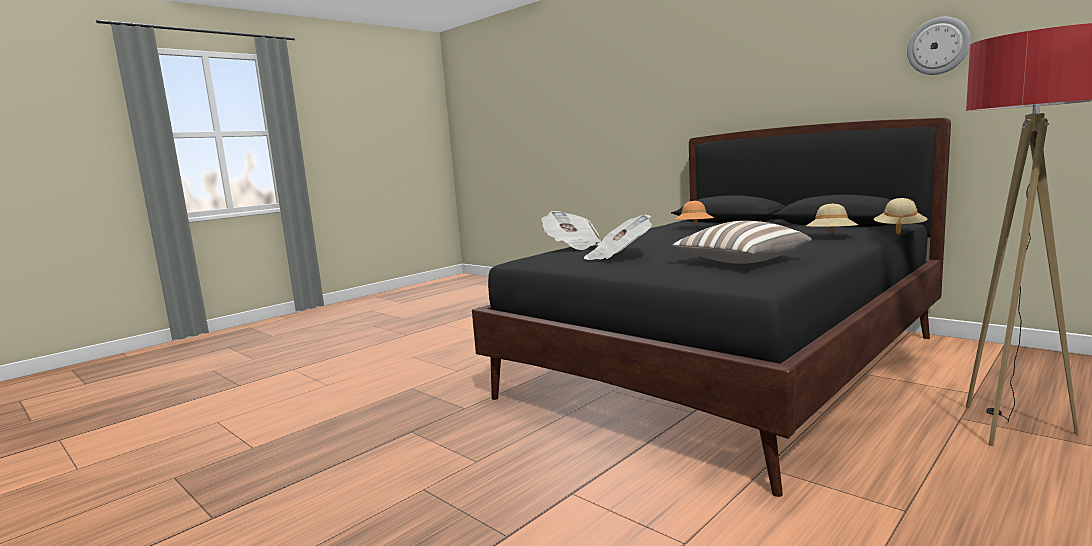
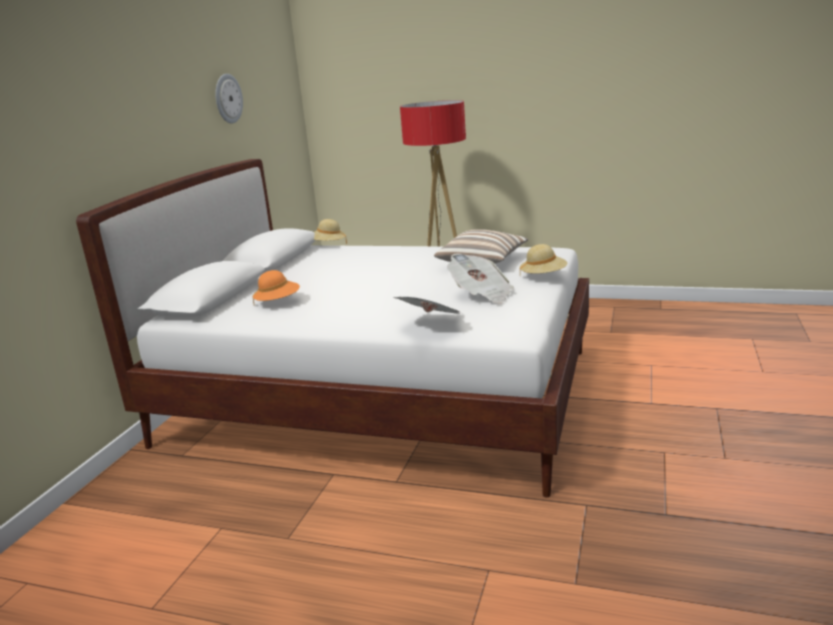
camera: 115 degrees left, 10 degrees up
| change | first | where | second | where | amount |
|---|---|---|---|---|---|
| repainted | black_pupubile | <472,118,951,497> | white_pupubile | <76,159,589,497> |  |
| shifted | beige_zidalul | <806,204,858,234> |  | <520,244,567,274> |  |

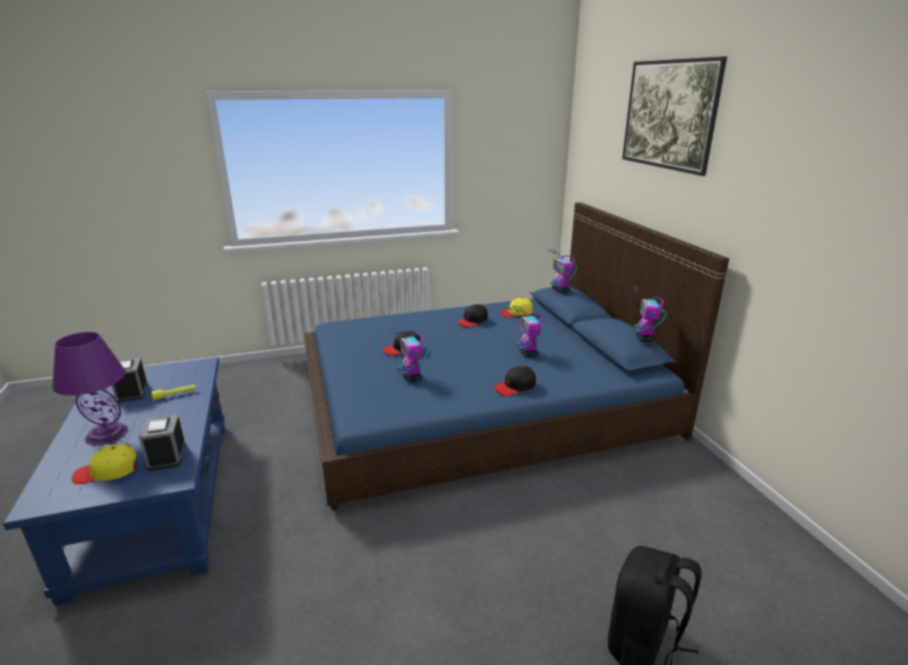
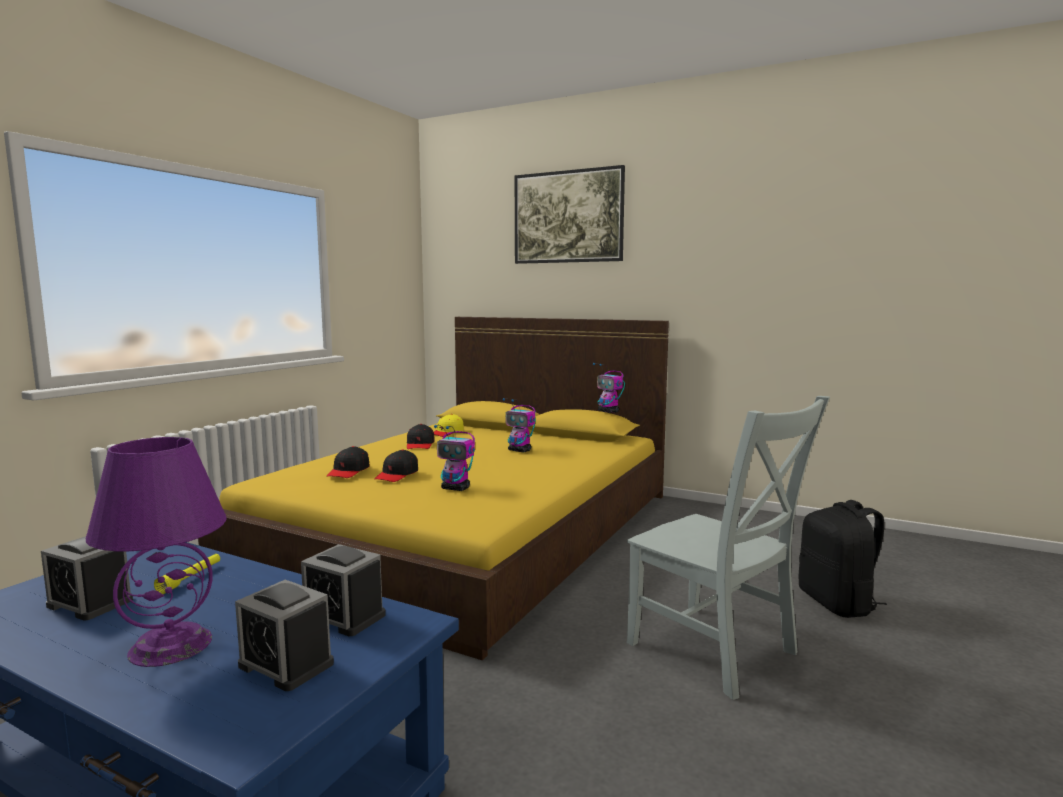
camera: 45 degrees left, 15 degrees down
| change | first | where | second | where | amount |
|---|---|---|---|---|---|
| repainted | blue_pupubile | <303,202,729,510> | yellow_pupubile | <198,317,669,660> |  |
| gone | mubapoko | <549,249,577,293> |  |  |  |
| shifted | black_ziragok | <494,366,536,396> |  | <327,446,370,478> |  |
| swapped | yellow_ziragok | <72,444,138,484> | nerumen | <235,580,334,691> |  |
| new |  |  | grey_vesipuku | <627,396,830,700> |  |

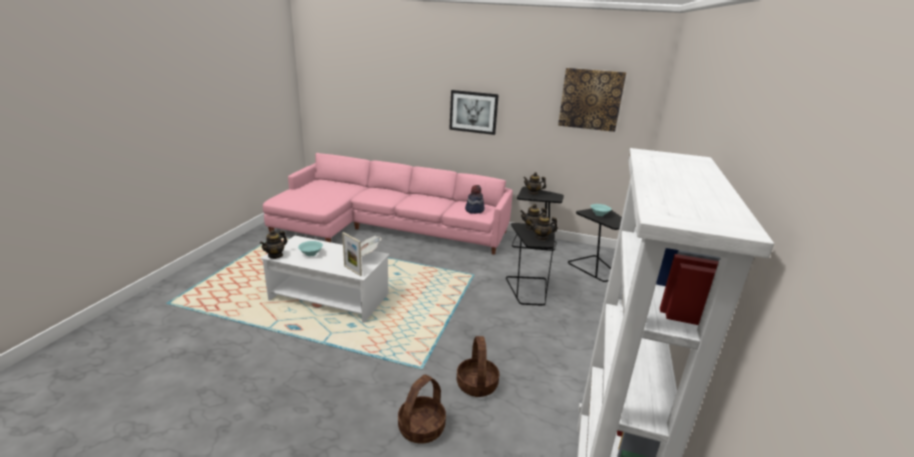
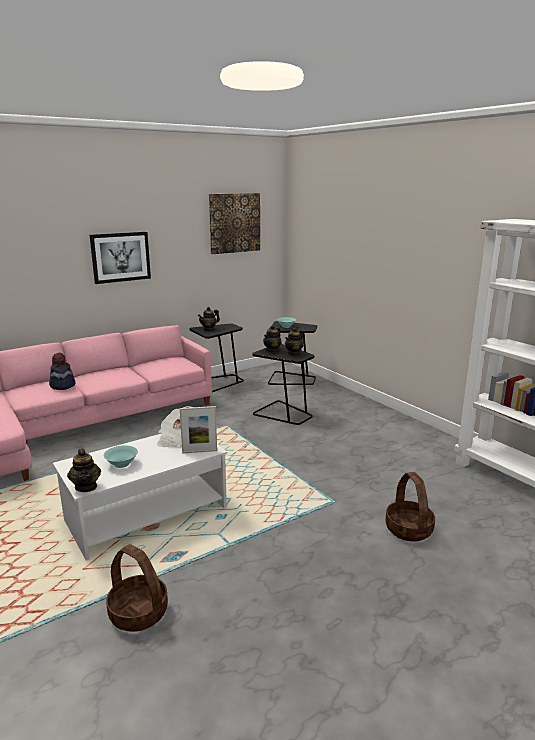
camera: 50 degrees left, 5 degrees down
| change | first | where | second | where | amount |
|---|---|---|---|---|---|
| shifted | zidalul | <465,185,484,214> |  | <49,353,76,390> |  |
| shifted | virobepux | <457,336,499,397> |  | <106,544,168,632> |  |

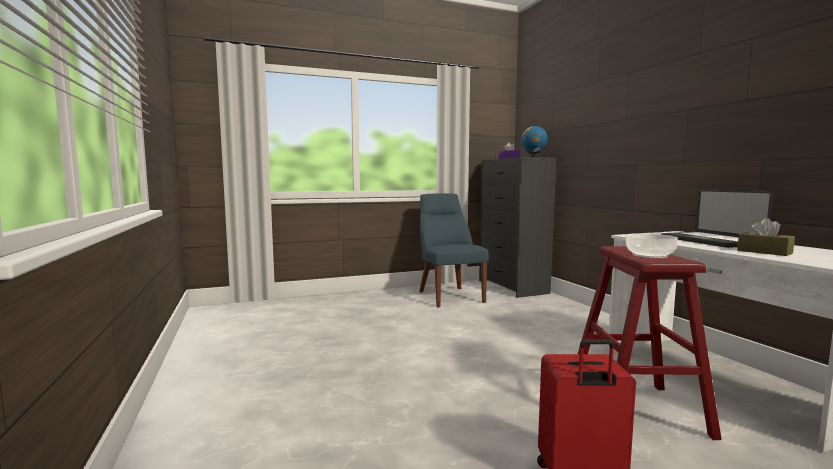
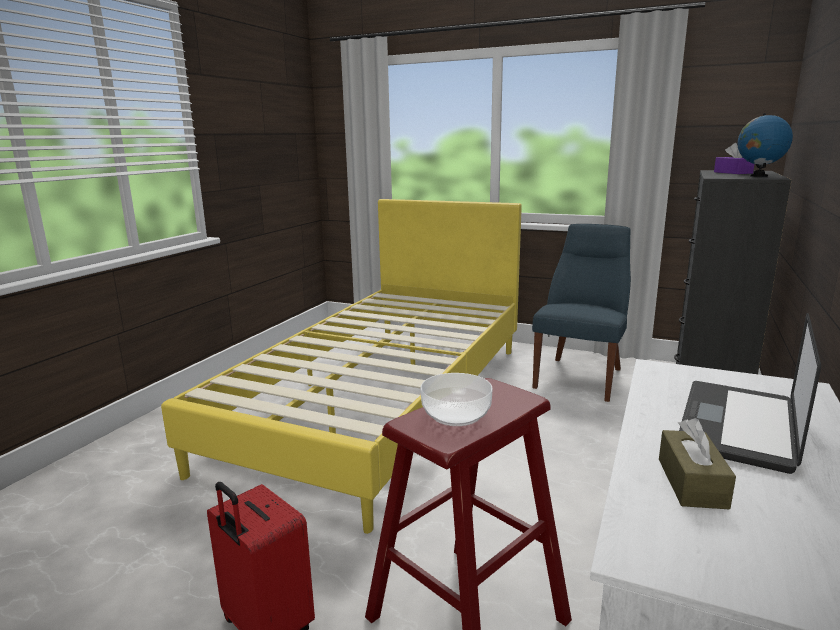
camera: 45 degrees right, 10 degrees up
| change | first | where | second | where | amount |
|---|---|---|---|---|---|
| new |  |  | yellow_pupubile | <161,199,522,534> |  |

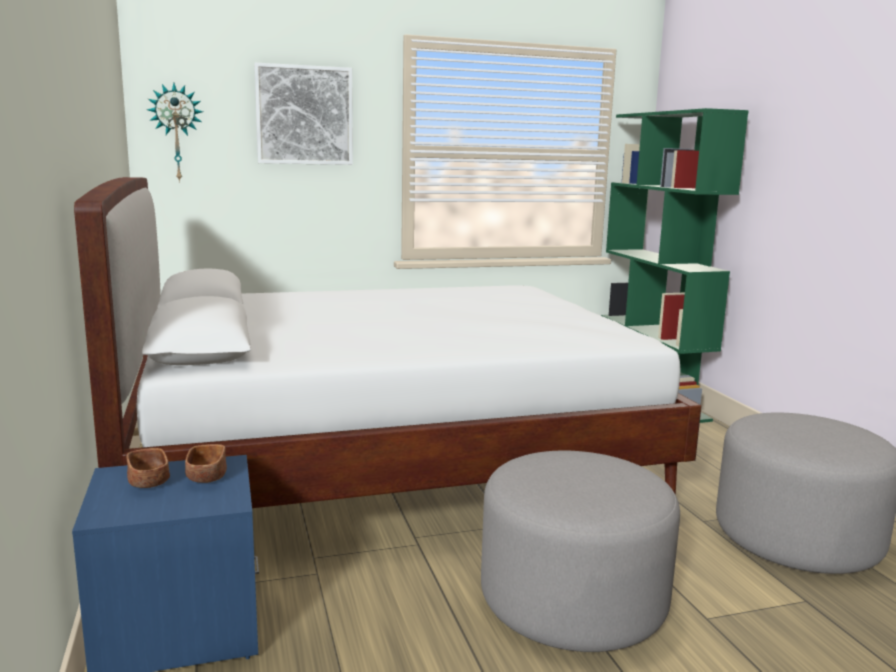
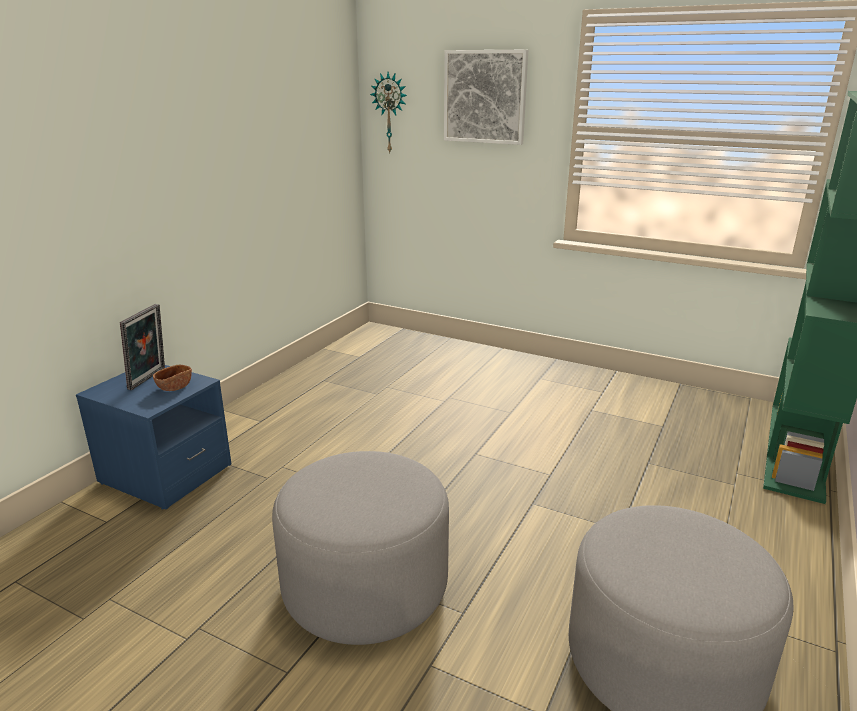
camera: 45 degrees right, 10 degrees up
| change | first | where | second | where | amount |
|---|---|---|---|---|---|
| gone | white_pupubile | <74,177,702,508> |  |  |  |
| swapped | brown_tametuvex | <126,448,170,488> | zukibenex | <120,304,165,390> |  |

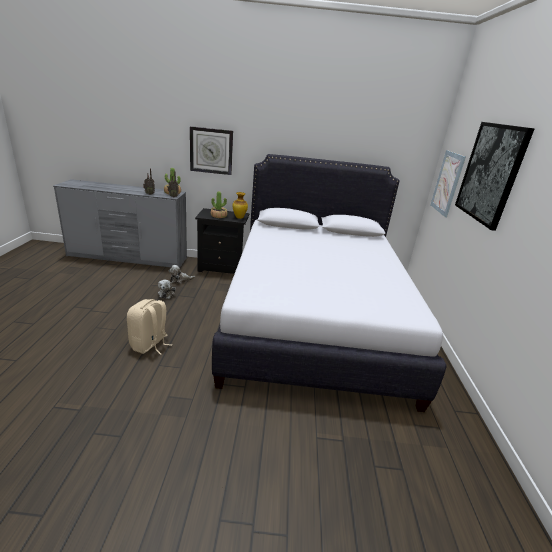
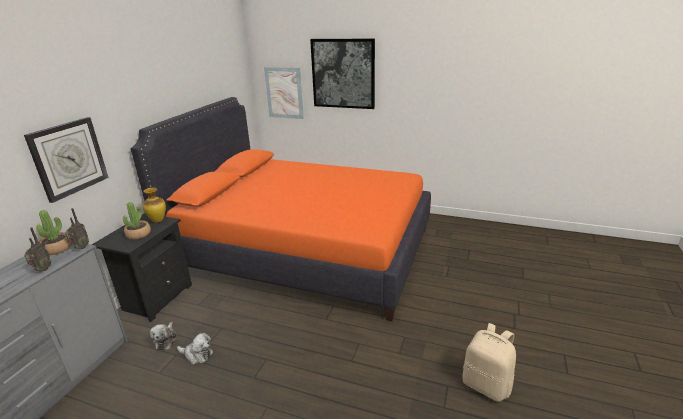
camera: 70 degrees left, 0 degrees up
| change | first | where | second | where | amount |
|---|---|---|---|---|---|
| repainted | white_pupubile | <212,154,447,412> | orange_pupubile | <131,97,431,321> |  |
| shifted | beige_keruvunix | <127,299,172,355> |  | <463,323,516,402> |  |

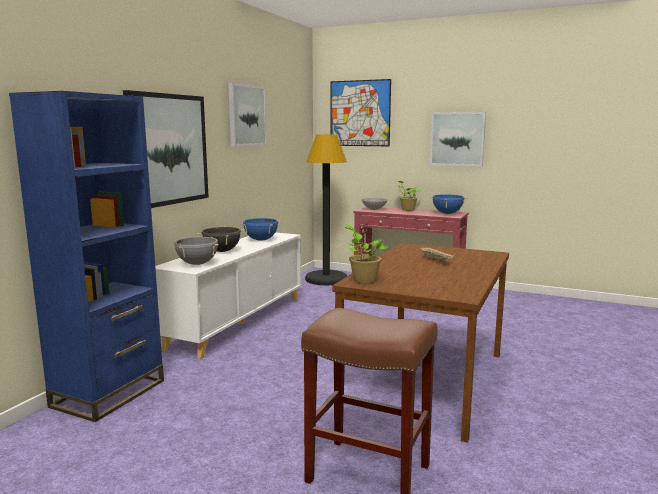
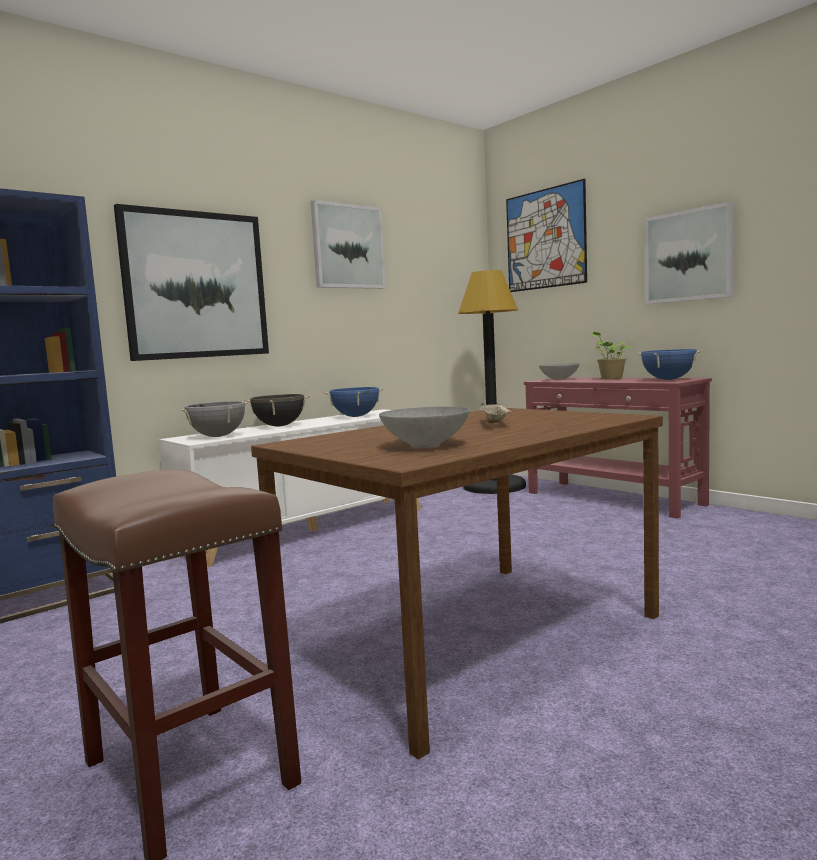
camera: 25 degrees right, 5 degrees down
| change | first | where | second | where | amount |
|---|---|---|---|---|---|
| gone | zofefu | <345,224,389,283> |  |  |  |
| new |  |  | grey_tametuvex | <379,407,470,448> |  |

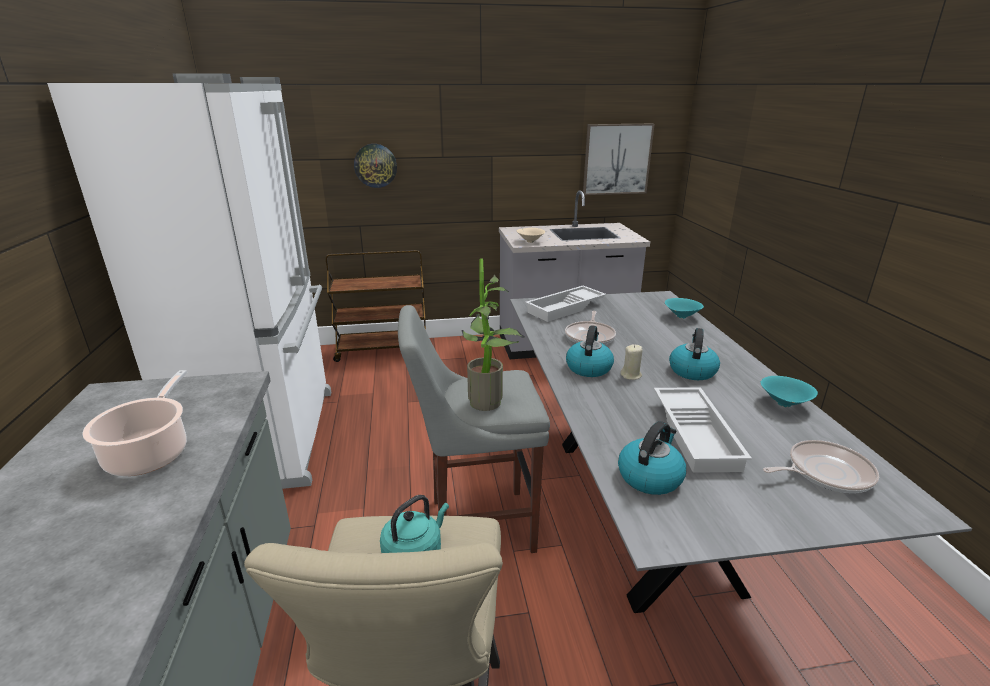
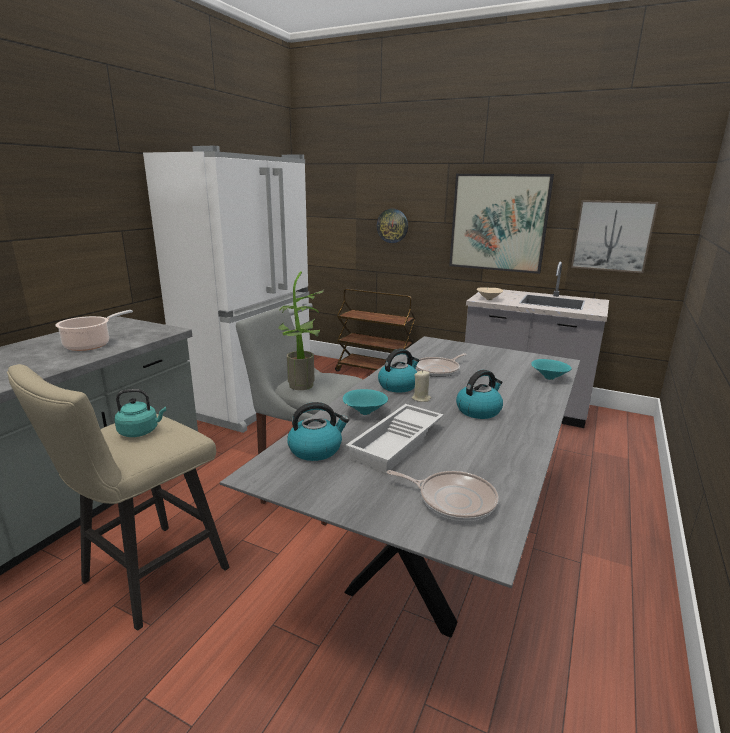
camera: 35 degrees right, 5 degrees down
| change | first | where | second | where | amount |
|---|---|---|---|---|---|
| gone | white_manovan | <525,286,606,322> |  |  |  |
| shifted | turquoise_tametuvex | <760,376,818,407> |  | <343,389,388,415> |  |
| new |  |  | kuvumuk | <449,174,554,274> |  |

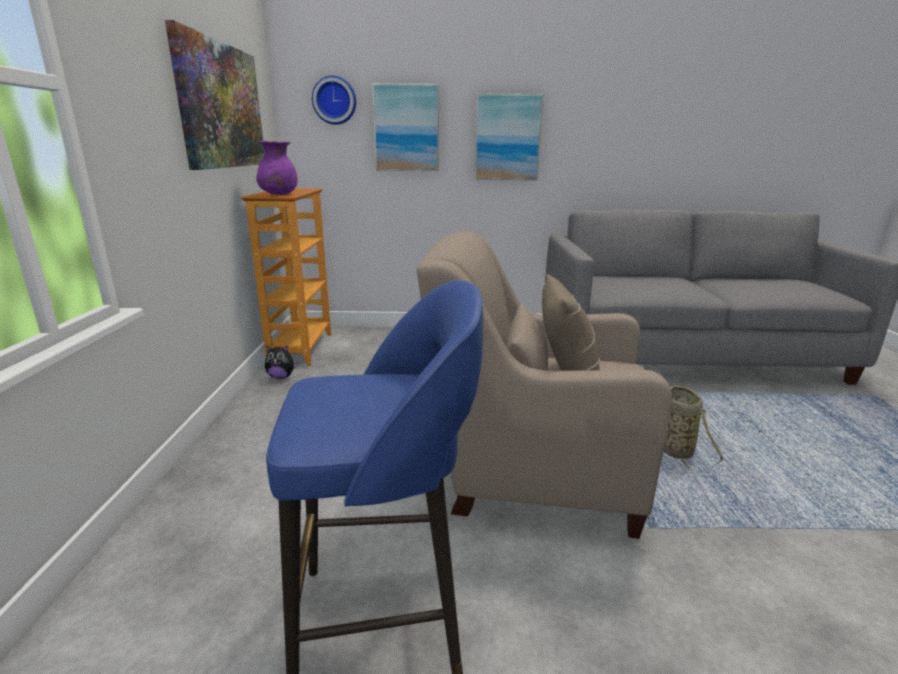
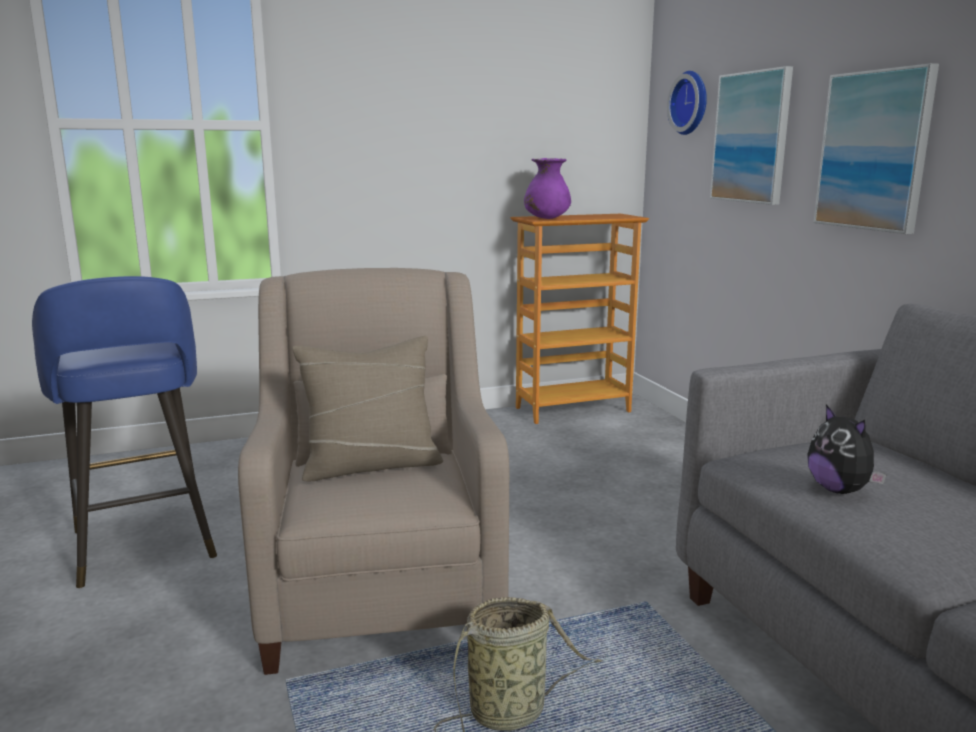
camera: 70 degrees right, 5 degrees down
| change | first | where | second | where | amount |
|---|---|---|---|---|---|
| gone | kuvumuk | <165,20,265,170> |  |  |  |
| shifted | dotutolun | <265,346,298,379> |  | <807,405,887,494> |  |

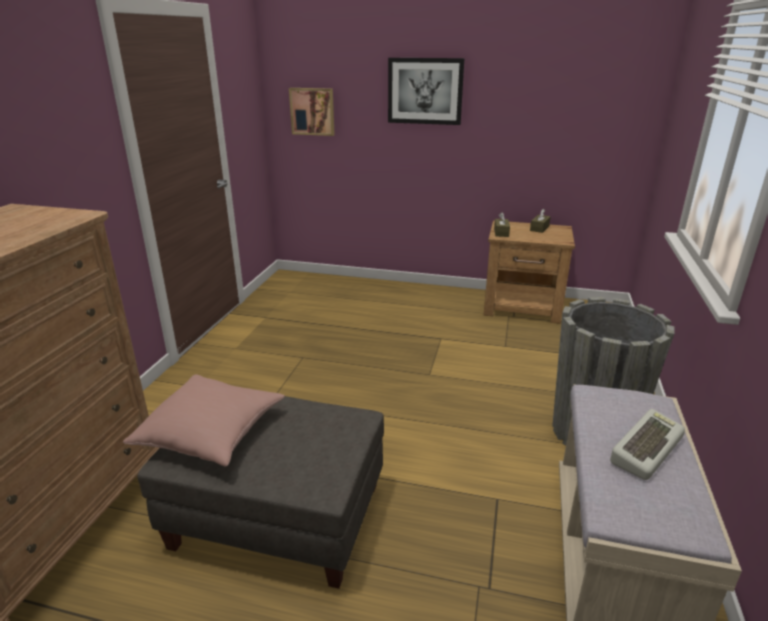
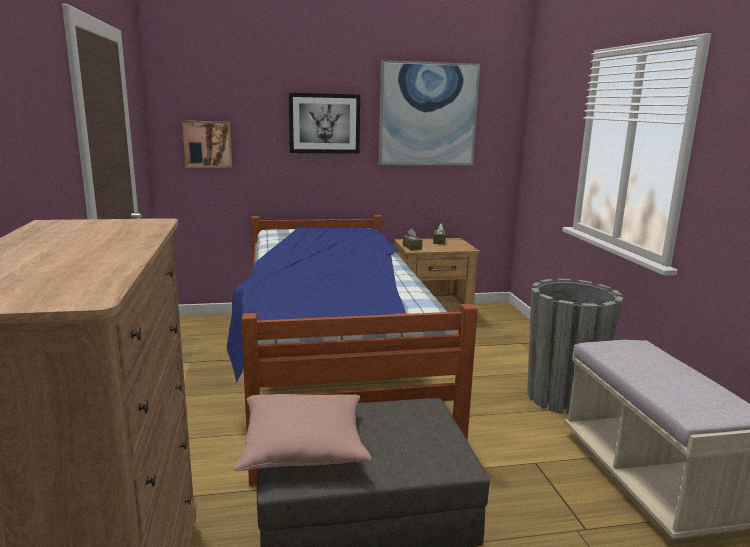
camera: 25 degrees left, 10 degrees down
| change | first | where | second | where | amount |
|---|---|---|---|---|---|
| gone | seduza | <610,409,685,480> |  |  |  |
| new |  |  | kuvumuk | <379,60,480,165> |  |
| new |  |  | pupubile | <227,215,478,486> |  |

